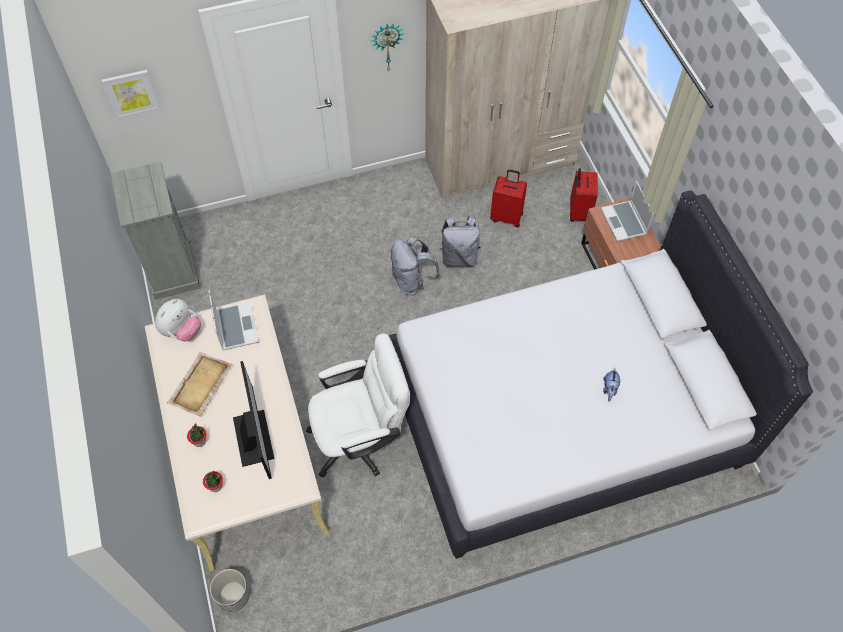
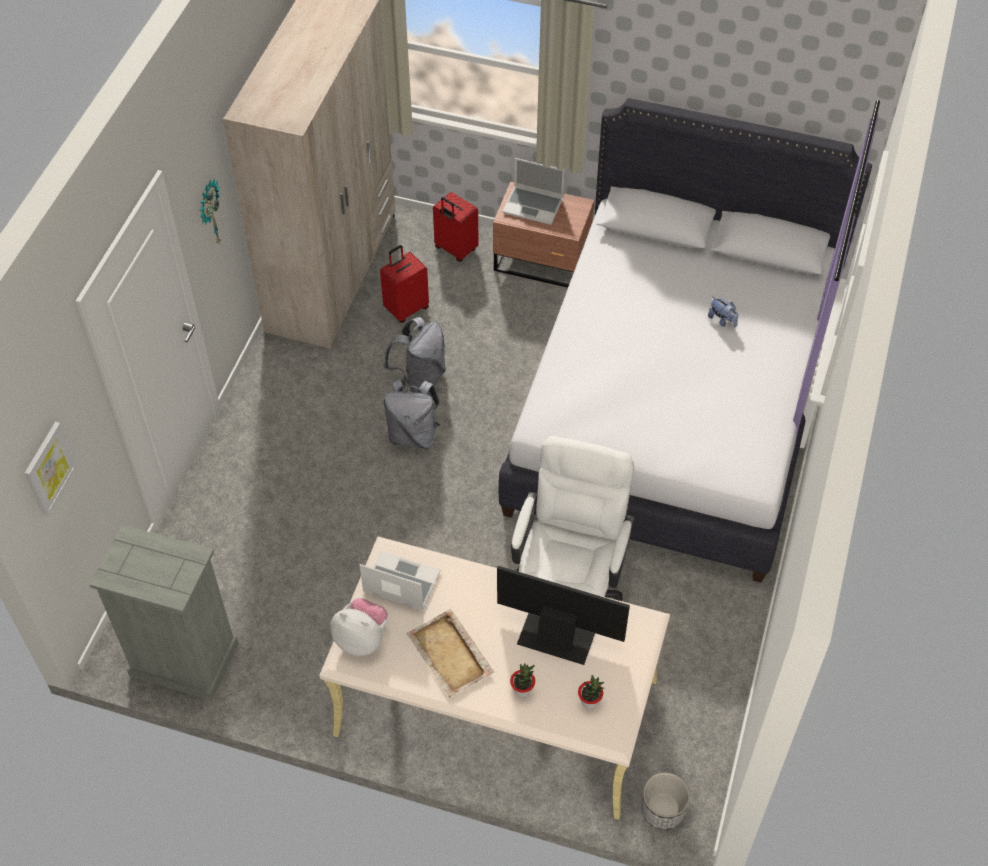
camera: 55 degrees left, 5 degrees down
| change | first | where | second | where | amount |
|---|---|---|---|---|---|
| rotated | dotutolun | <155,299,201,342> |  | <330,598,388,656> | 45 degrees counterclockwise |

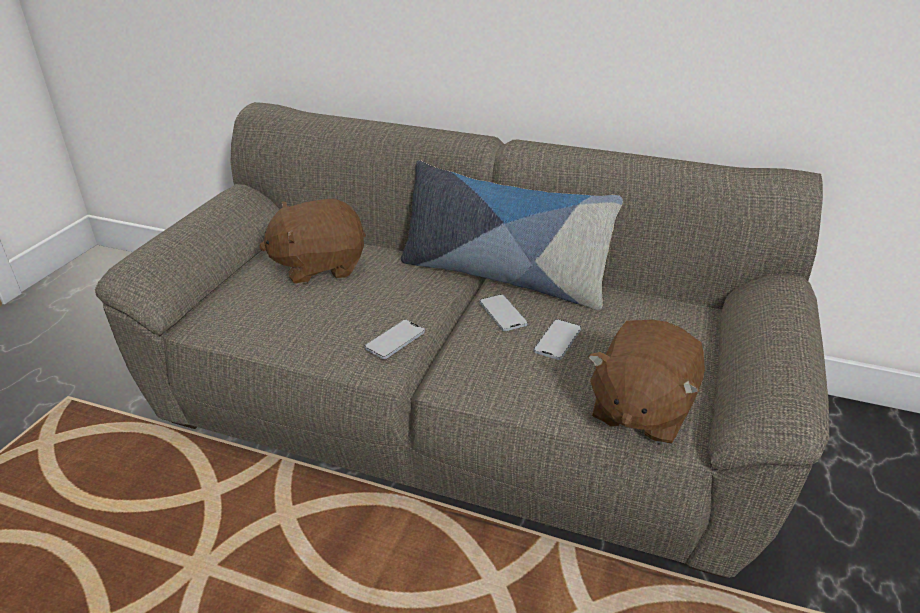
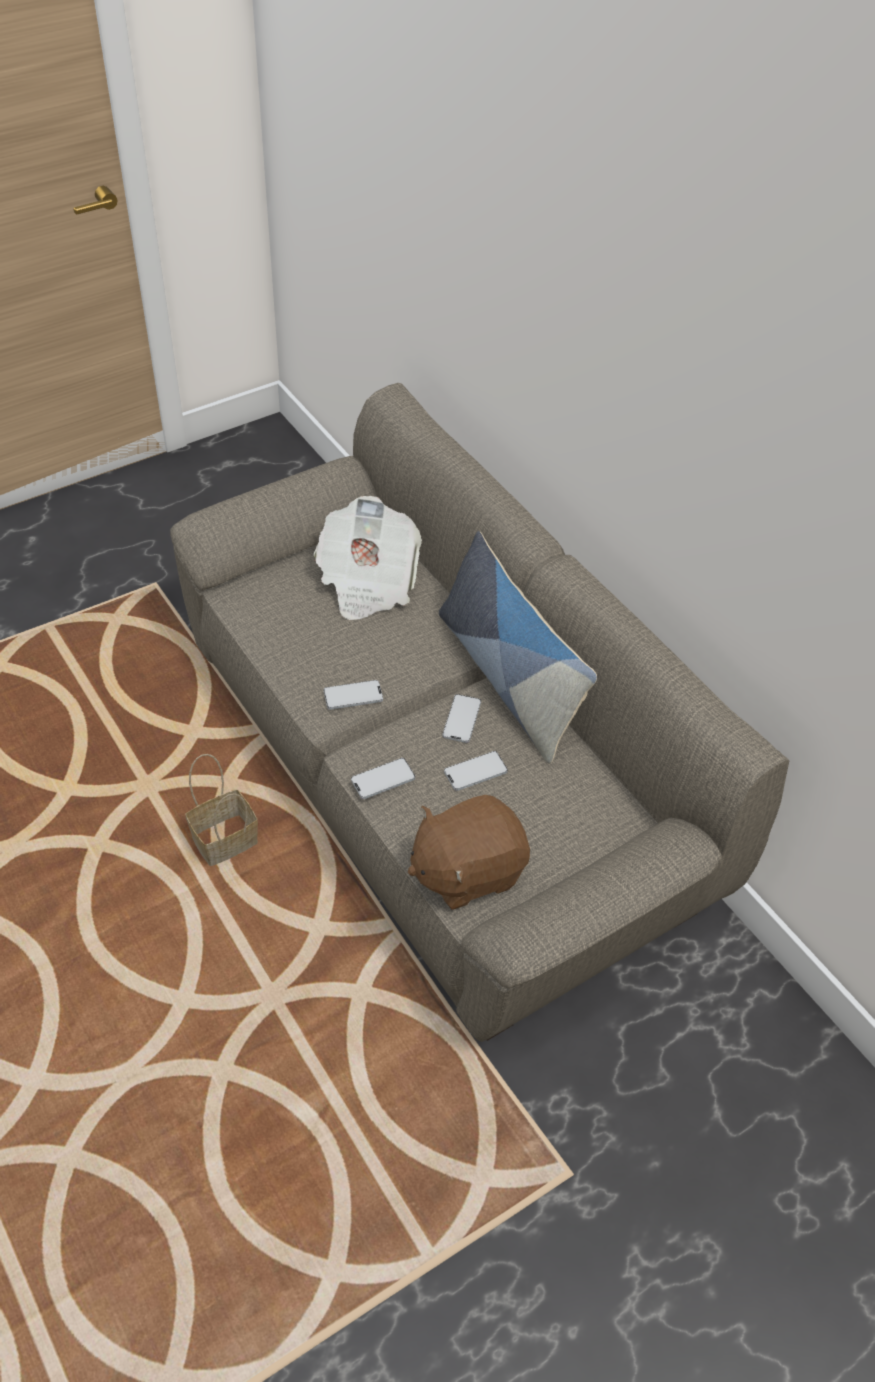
camera: 35 degrees right, 15 degrees up
| change | first | where | second | where | amount |
|---|---|---|---|---|---|
| swapped | brown_dotutolun | <259,199,366,284> | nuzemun | <314,496,422,620> |  |
| new |  |  | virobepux | <185,754,258,866> |  |
| new |  |  | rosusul | <351,758,415,799> |  |

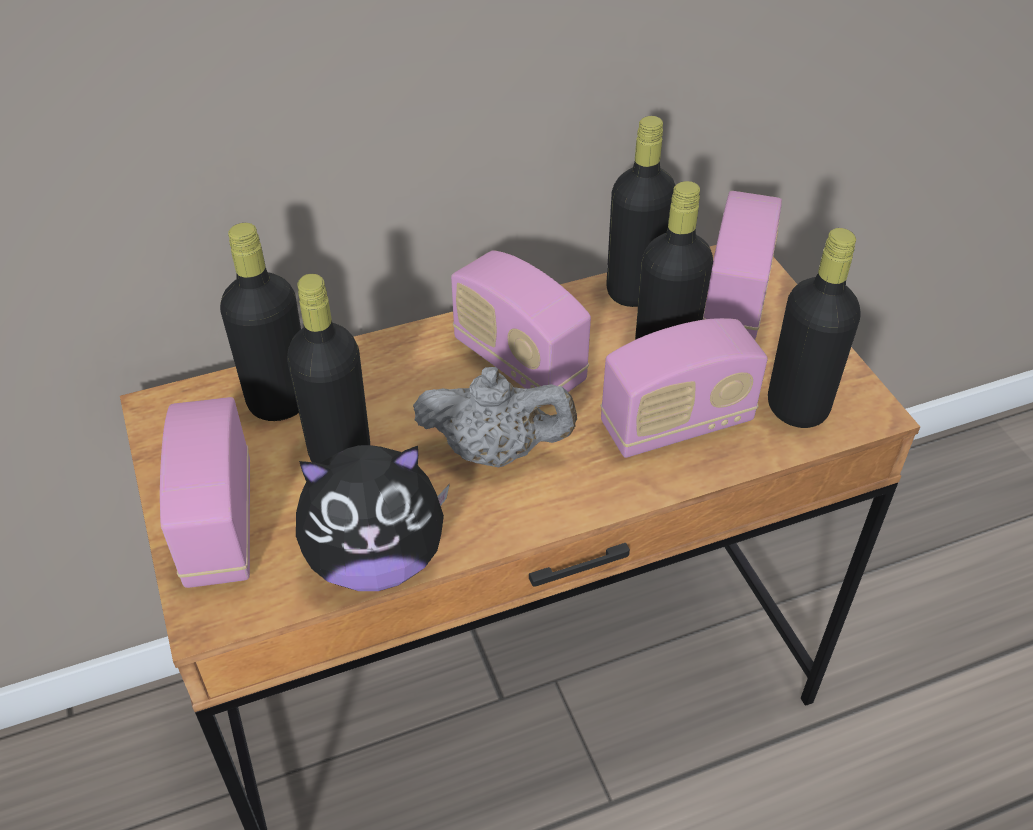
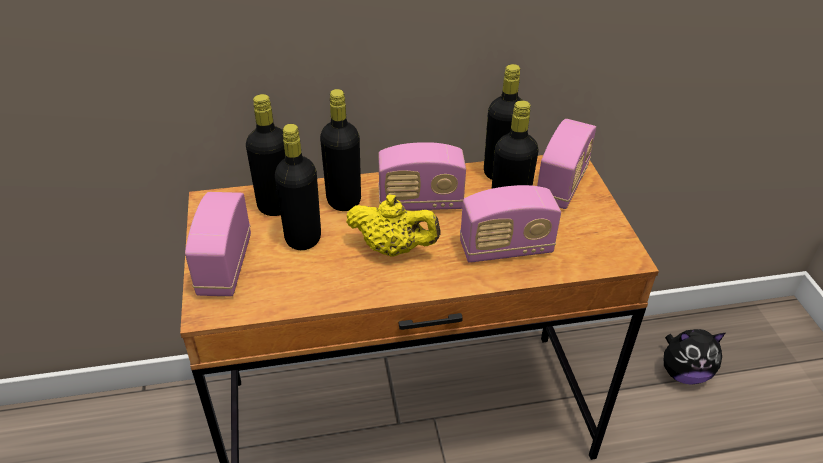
camera: 10 degrees right, 5 degrees down
| change | first | where | second | where | amount |
|---|---|---|---|---|---|
| shifted | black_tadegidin | <768,228,861,428> |  | <320,89,361,211> |  |
| rotated | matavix | <451,251,591,405> |  | <378,142,466,211> | 60 degrees counterclockwise |
| repainted | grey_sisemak | <413,367,577,468> | yellow_sisemak | <346,194,441,257> |  |
| shifted | dotutolun | <296,445,450,591> |  | <664,329,725,385> |  |

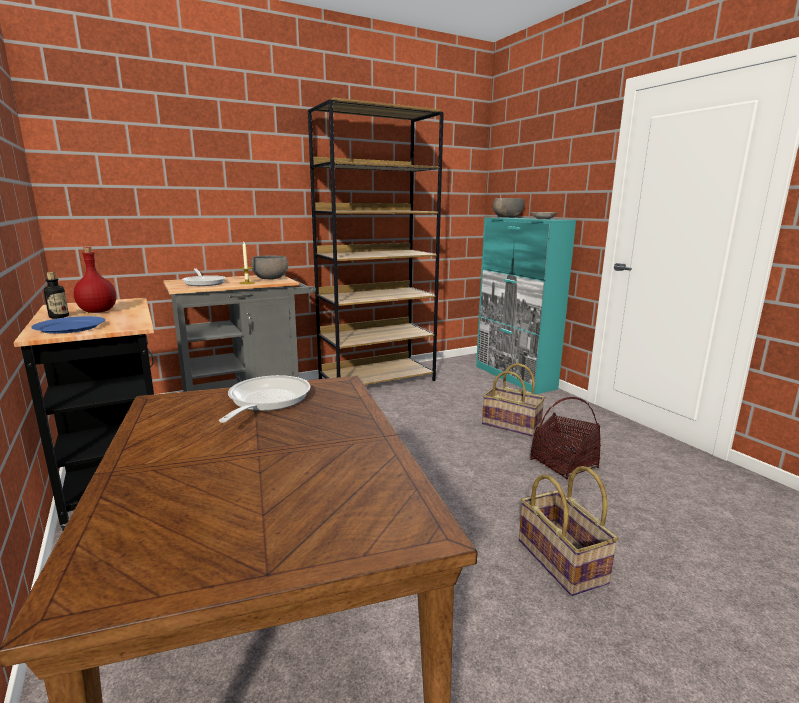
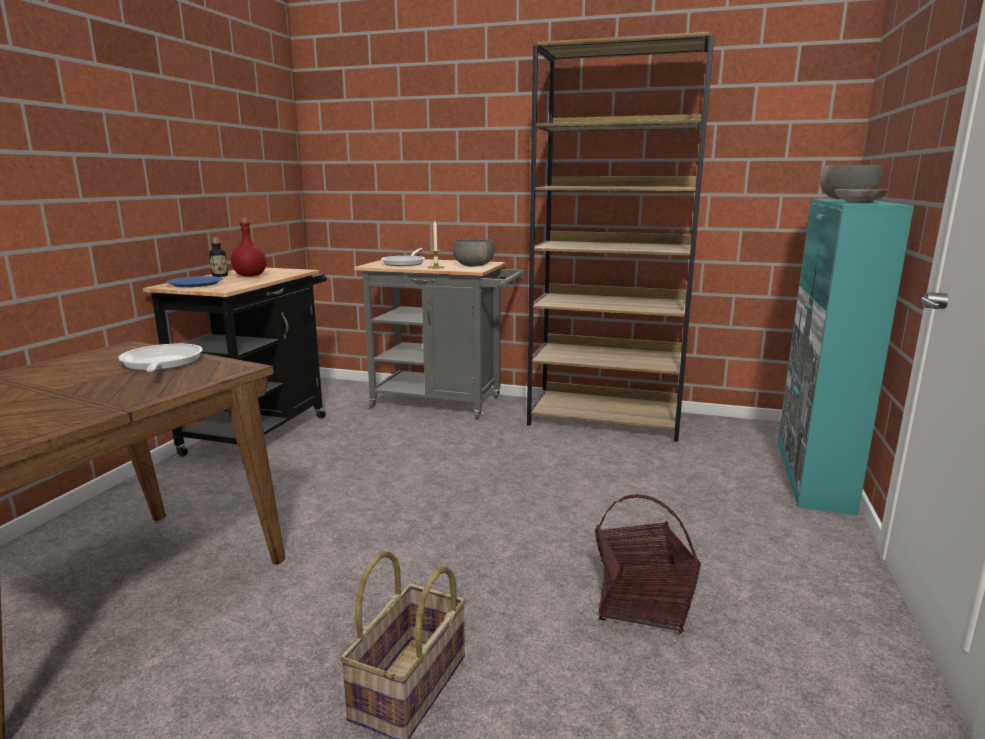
camera: 45 degrees right, 0 degrees up
| change | first | where | second | where | amount |
|---|---|---|---|---|---|
| gone | virobepux | <482,363,545,437> |  |  |  |
| rotated | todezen | <219,375,311,423> |  | <118,344,203,372> | 75 degrees counterclockwise |

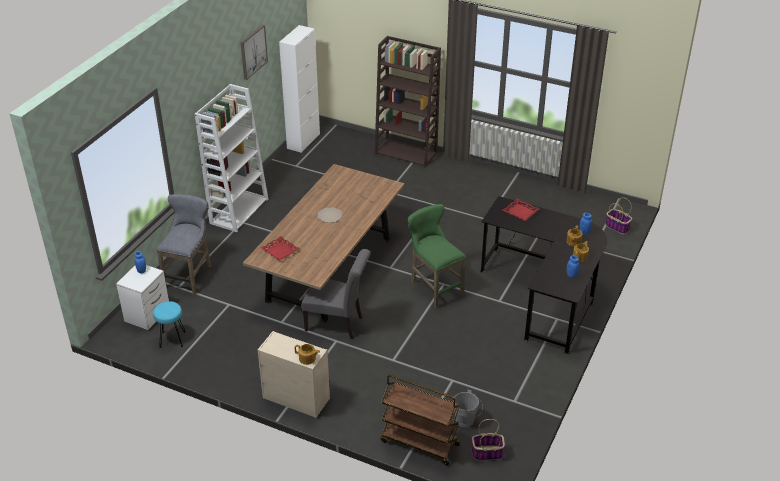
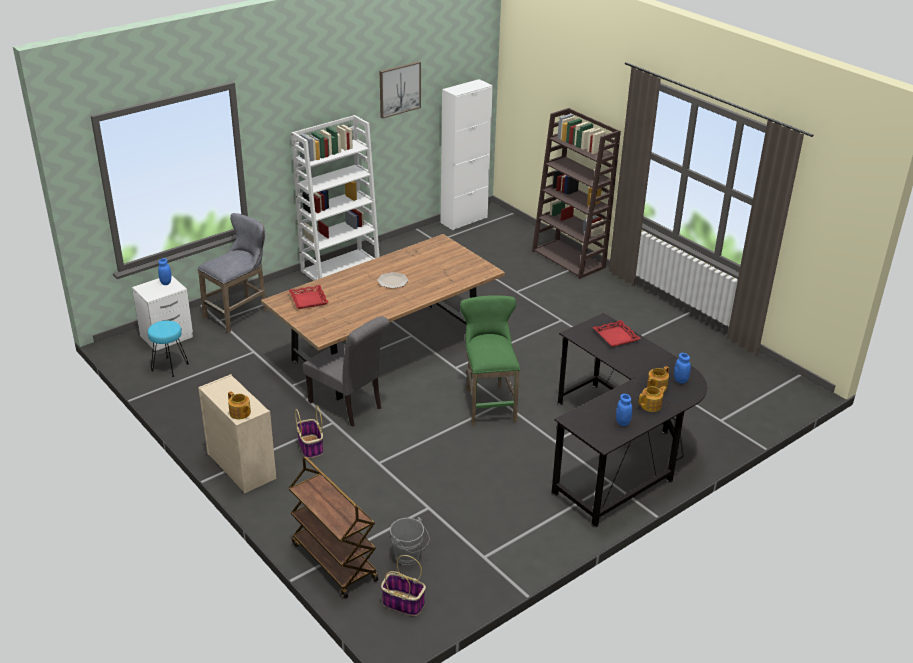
camera: 25 degrees right, 5 degrees down
| change | first | where | second | where | amount |
|---|---|---|---|---|---|
| shifted | virobepux | <605,197,632,234> |  | <295,405,323,458> |  |

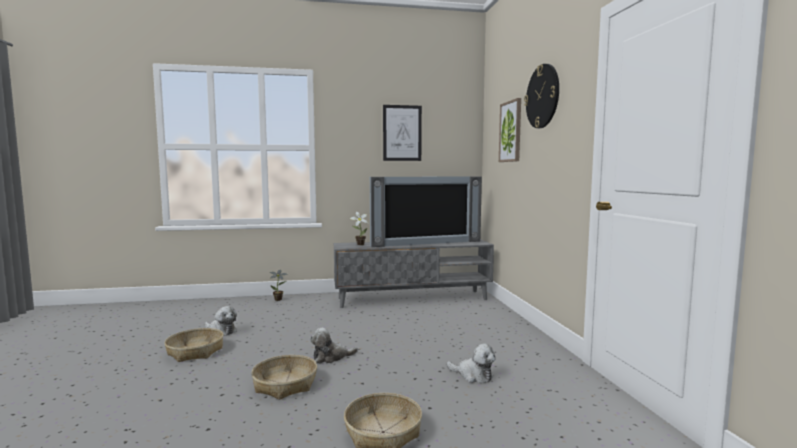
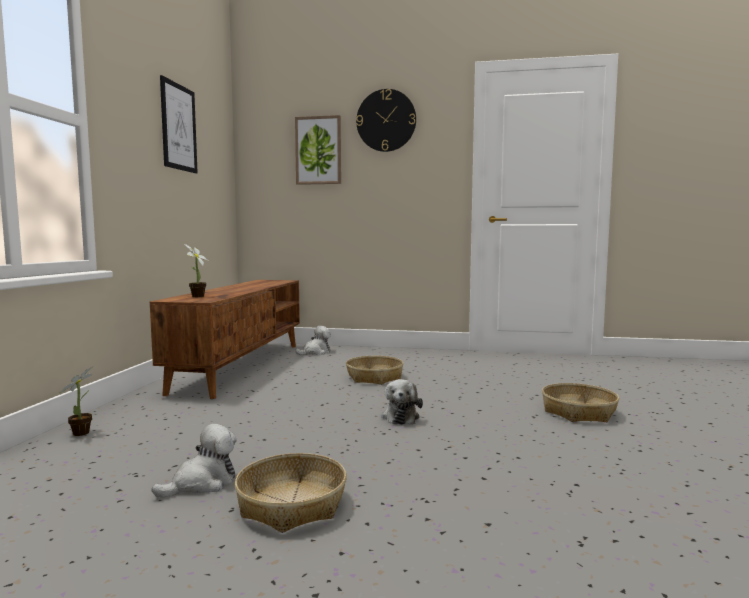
camera: 70 degrees left, 0 degrees up
| change | first | where | second | where | amount |
|---|---|---|---|---|---|
| gone | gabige | <370,176,482,247> |  |  |  |
| repainted | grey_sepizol | <334,239,494,308> | brown_sepizol | <150,280,300,399> |  |
| shifted | dotutolun | <447,343,496,383> |  | <295,326,331,355> |  |
| shifted | virobepux | <251,355,317,400> |  | <346,356,403,385> |  |

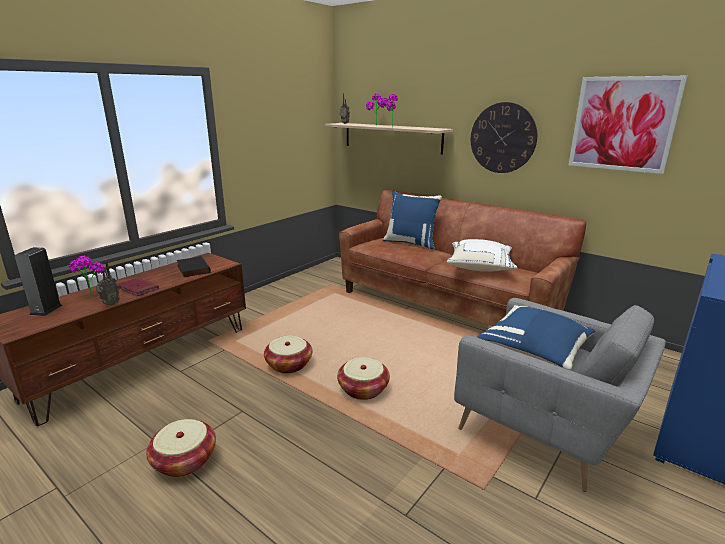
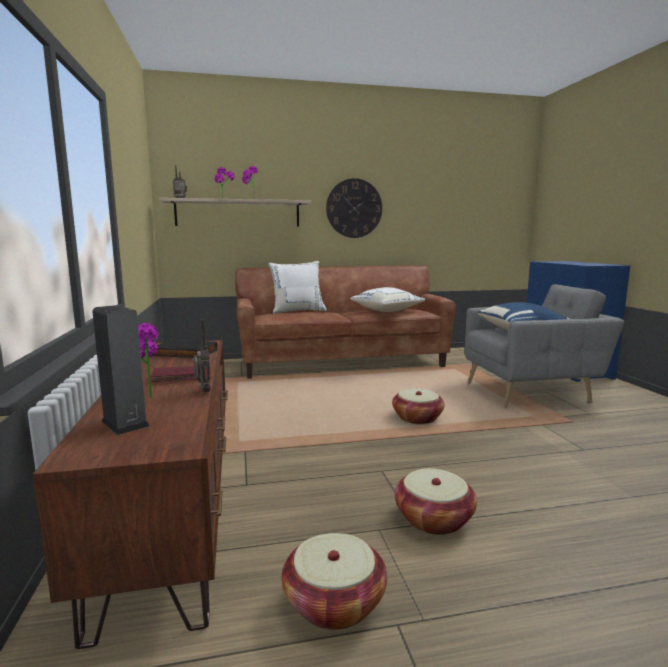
camera: 50 degrees left, 10 degrees down
| change | first | where | second | where | amount |
|---|---|---|---|---|---|
| gone | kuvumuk | <569,76,687,174> |  |  |  |
| repainted | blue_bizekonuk | <383,191,442,250> | white_bizekonuk | <269,261,327,314> |  |
| shifted | virobepux | <264,336,312,373> |  | <282,533,387,630> |  |

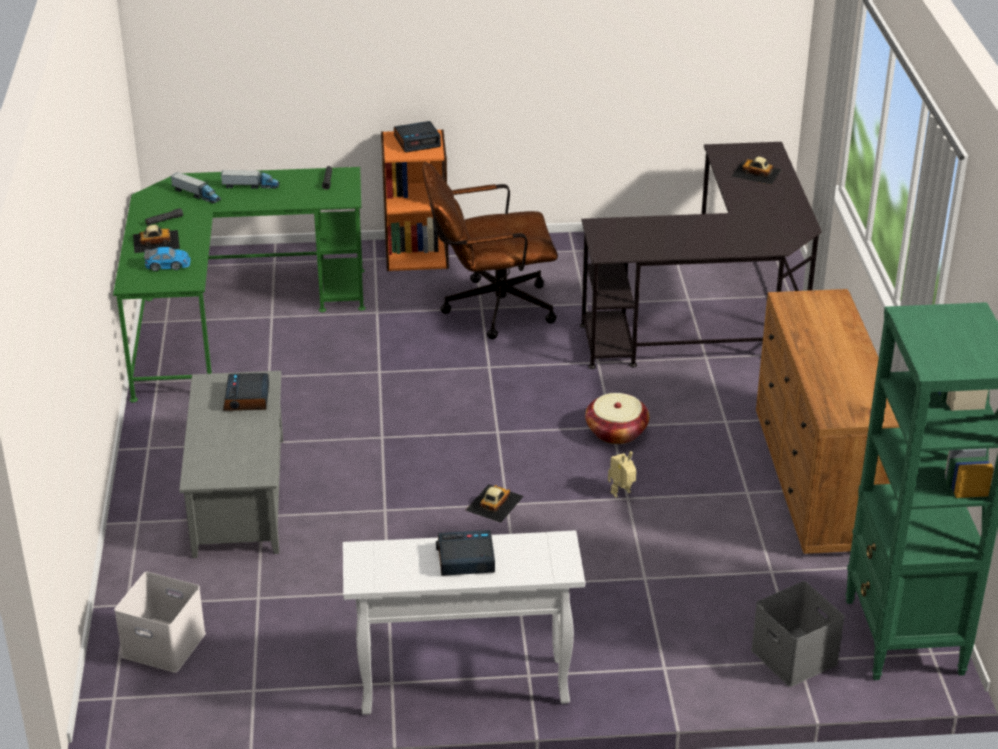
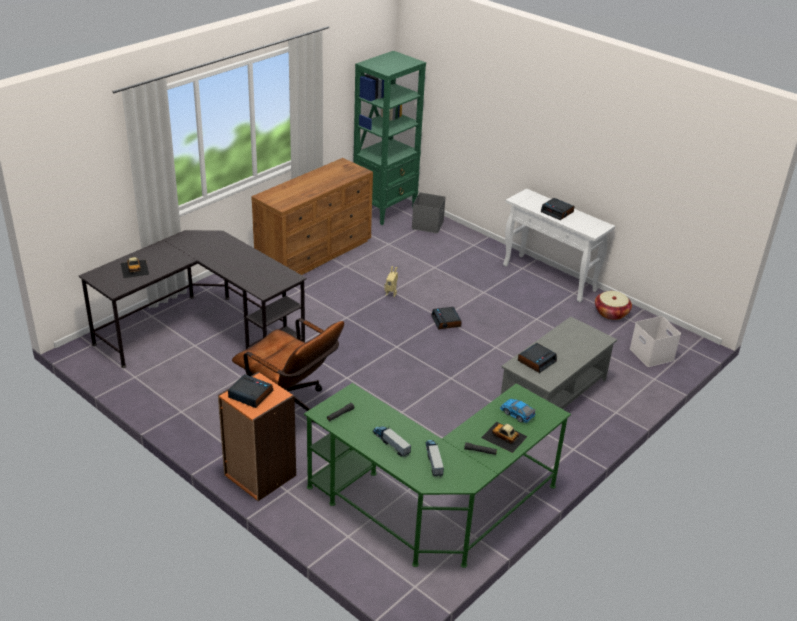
camera: 135 degrees left, 0 degrees up
| change | first | where | second | where | amount |
|---|---|---|---|---|---|
| shifted | virobepux | <585,393,649,444> |  | <595,291,632,320> |  |
| swapped | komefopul | <465,484,524,523> | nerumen | <431,307,462,329> |  |

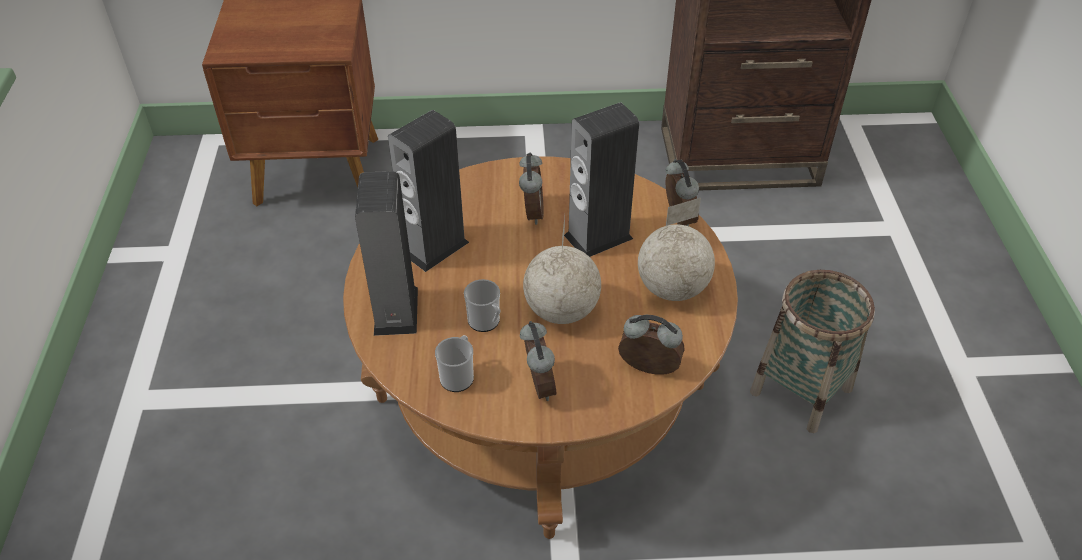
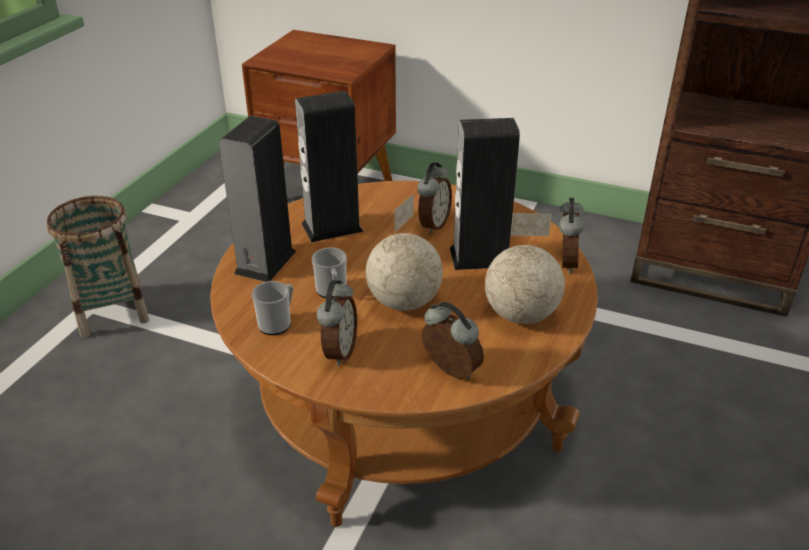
camera: 25 degrees right, 10 degrees down
| change | first | where | second | where | amount |
|---|---|---|---|---|---|
| shifted | virobepux | <750,270,875,433> |  | <46,196,149,338> |  |

